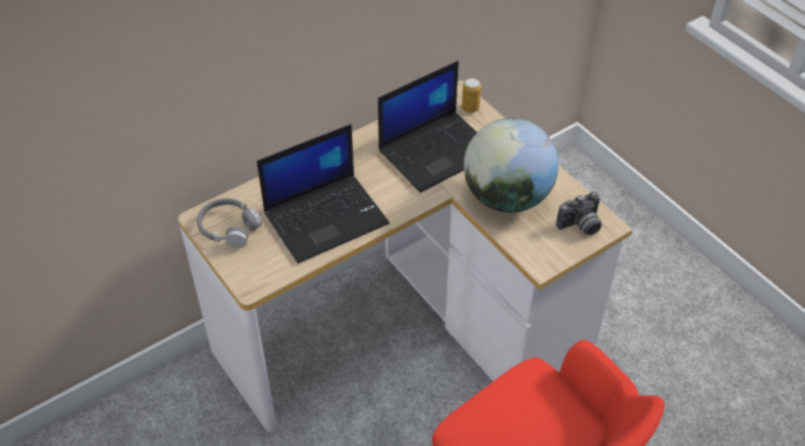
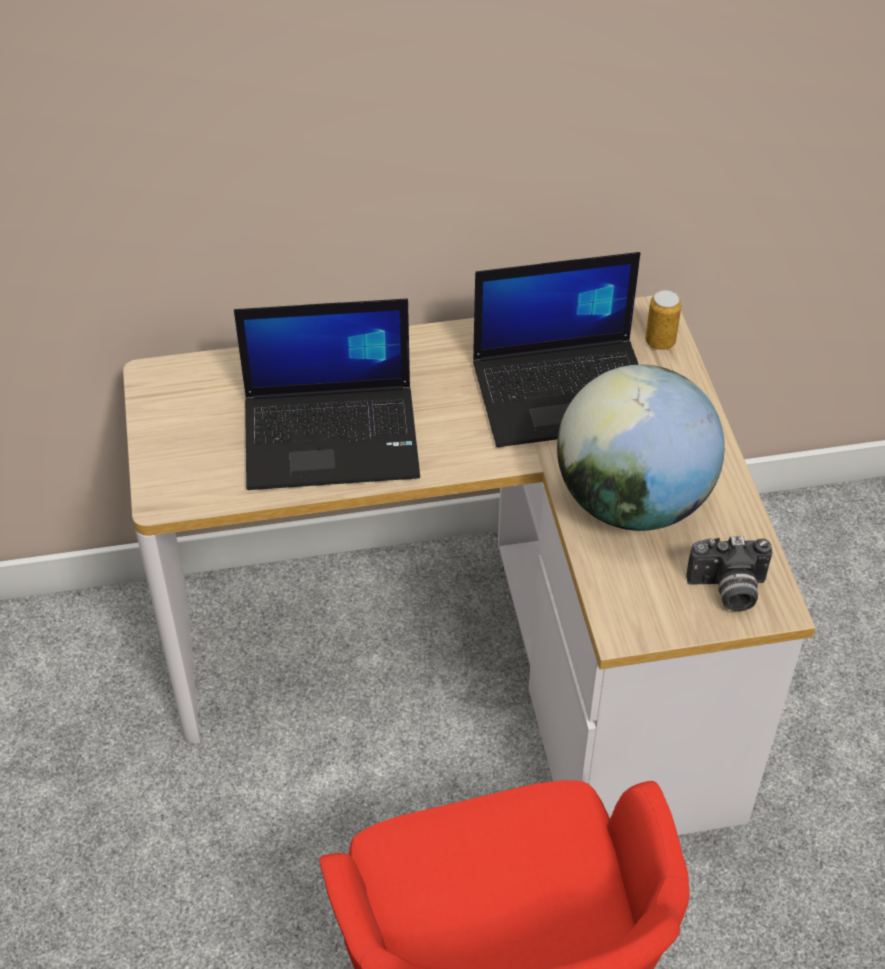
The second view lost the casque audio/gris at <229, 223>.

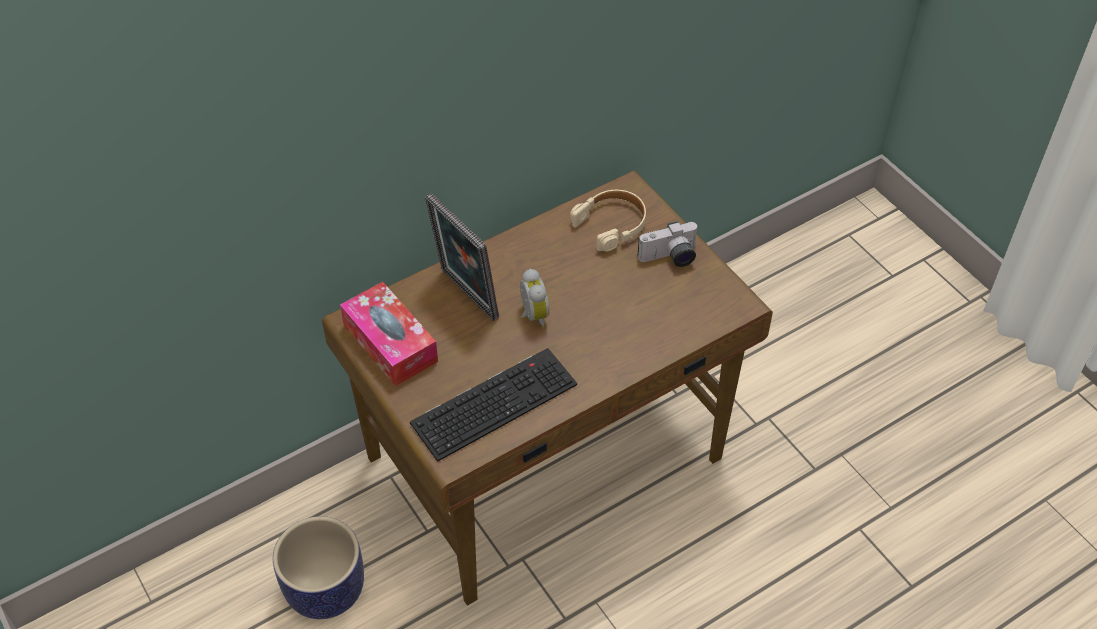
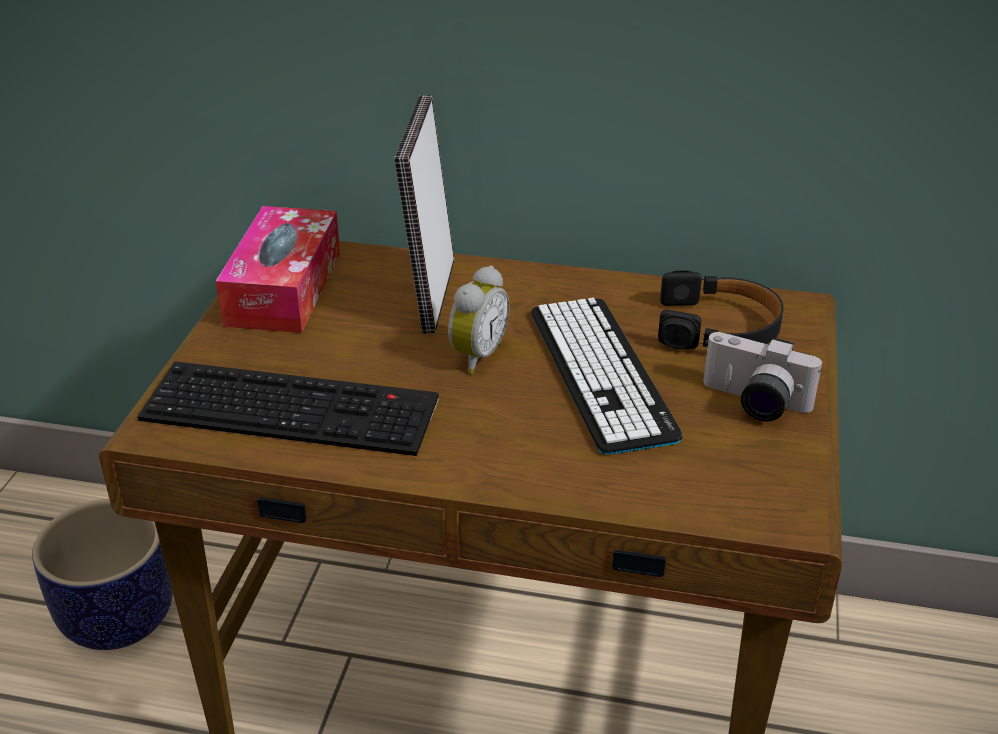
What was the casque audio/beige at <608, 221> turned into the casque audio/noir at <721, 310>.
The second view gained the clavier at <607, 376>.

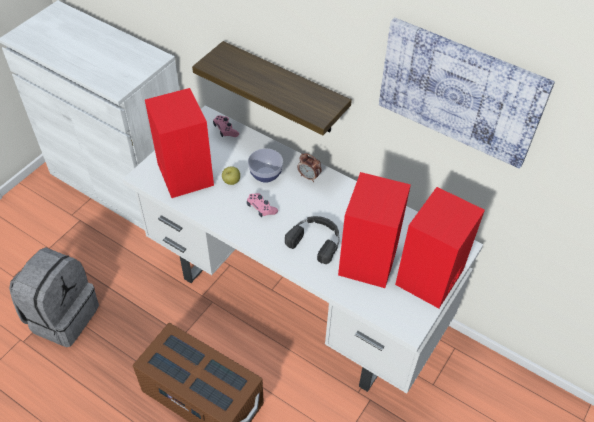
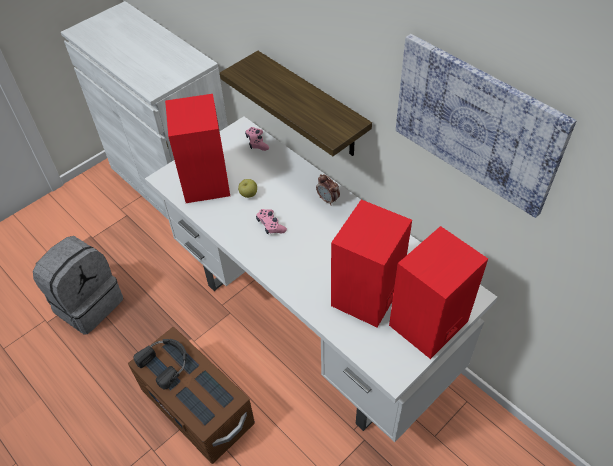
The second view lost the bol at <265, 166>.
The casque audio/noir ended up elsewhere, having gone from <312, 240> to <160, 364>.

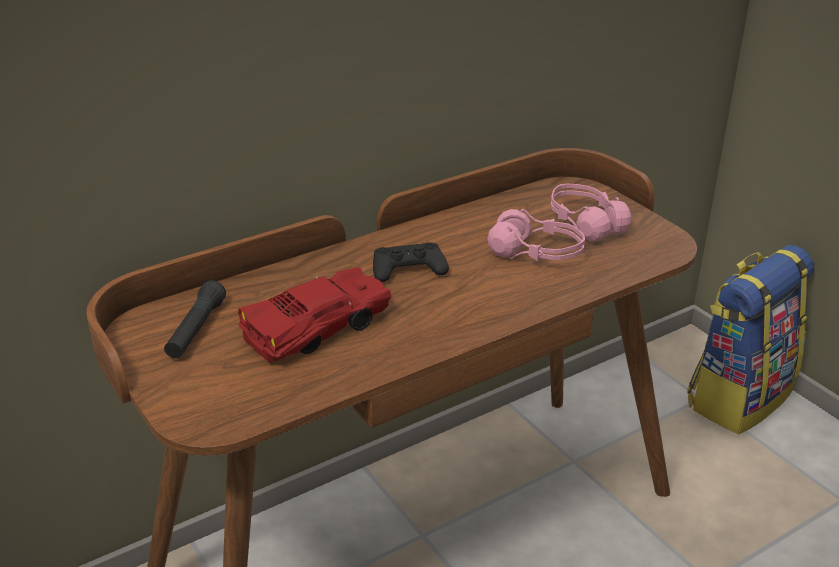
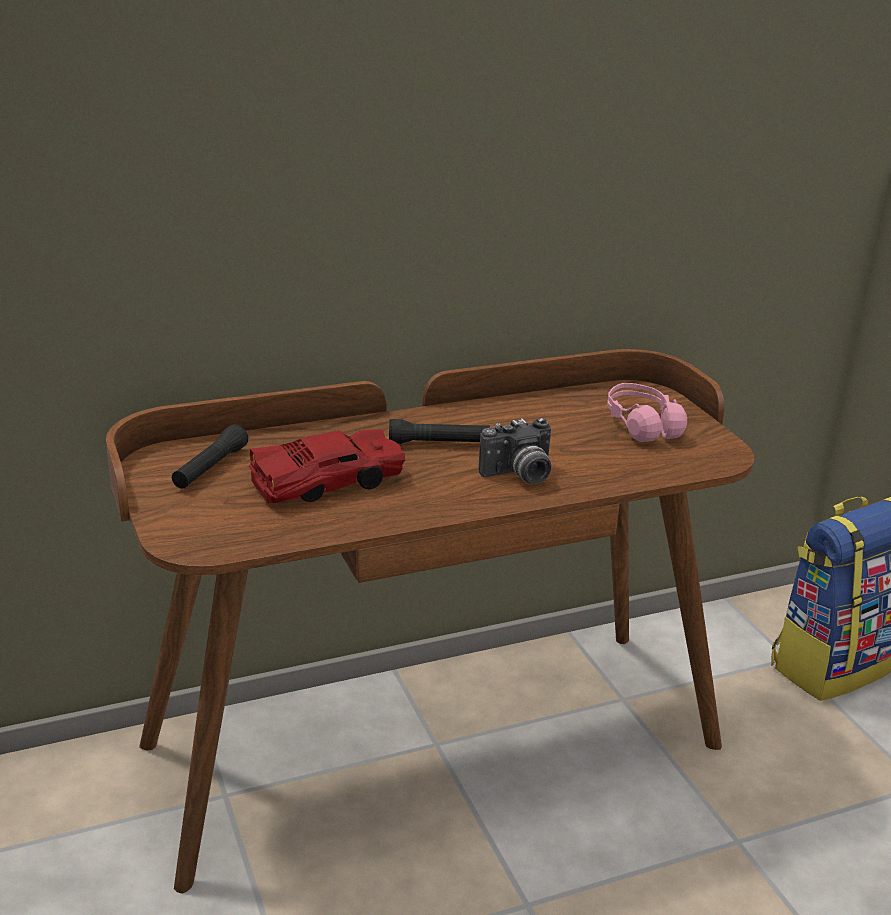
The second view lost the casque audio/rose at <536, 235>.
Where the manette/noir stood at <411, 262>, the lampe de poche/noir came to stand at <439, 431>.
The second view gained the appareil photo at <515, 451>.

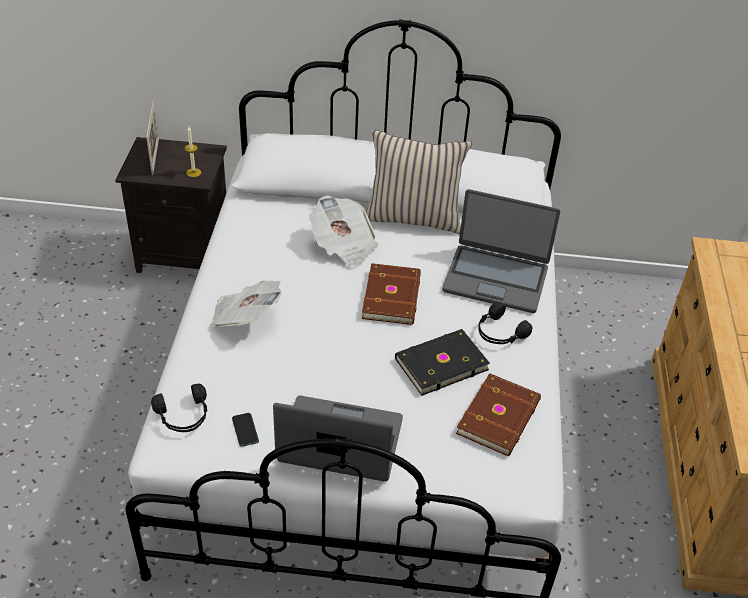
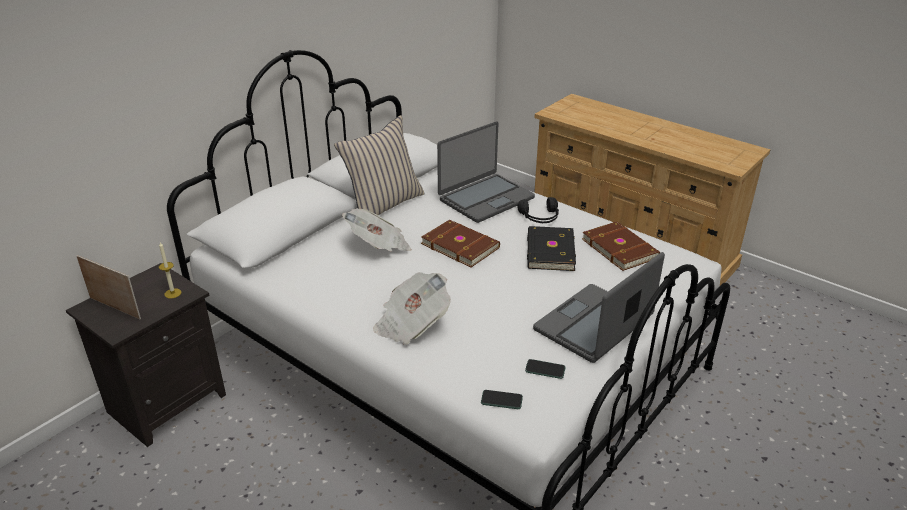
Where the casque audio/noir stood at <179, 408>, the téléphone came to stand at <502, 399>.

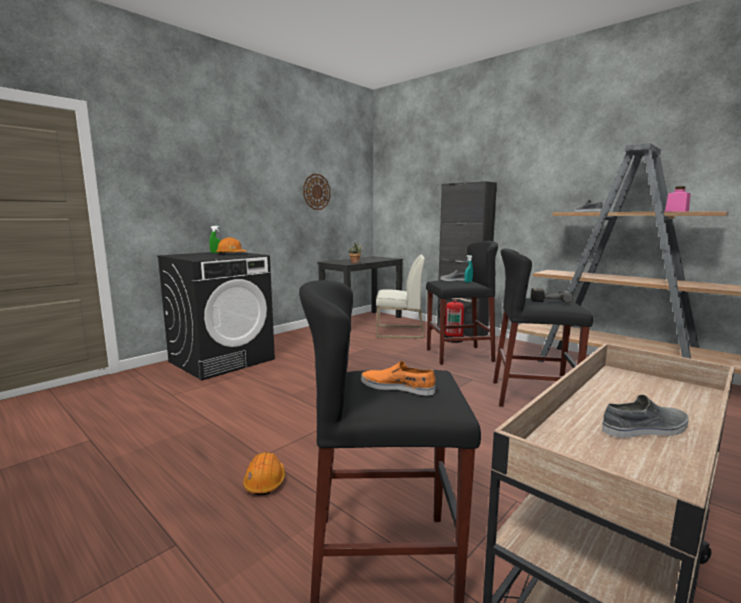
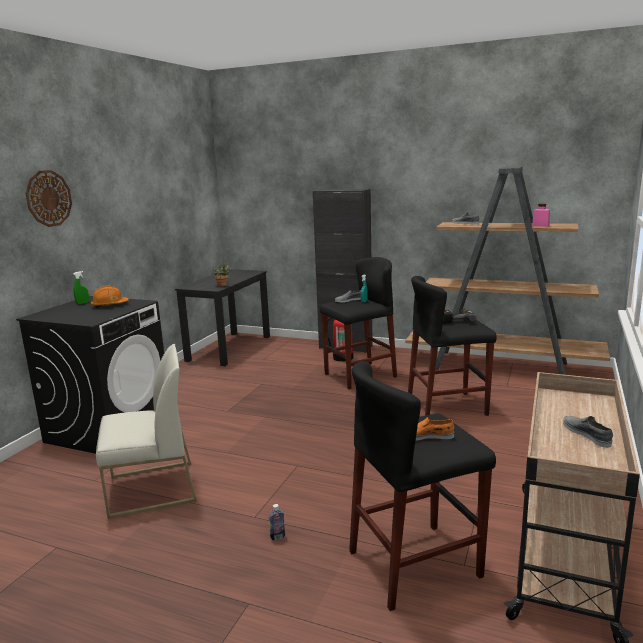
The horloge murale ended up elsewhere, having gone from <317, 192> to <49, 198>.
The chaise/blanc ended up elsewhere, having gone from <400, 296> to <146, 431>.
The chaussure/gris at <645, 416> ended up facing another way, 75 degrees counterclockwise from before.
Where the casque de chantier/orange stood at <264, 473>, the bouteille came to stand at <277, 522>.

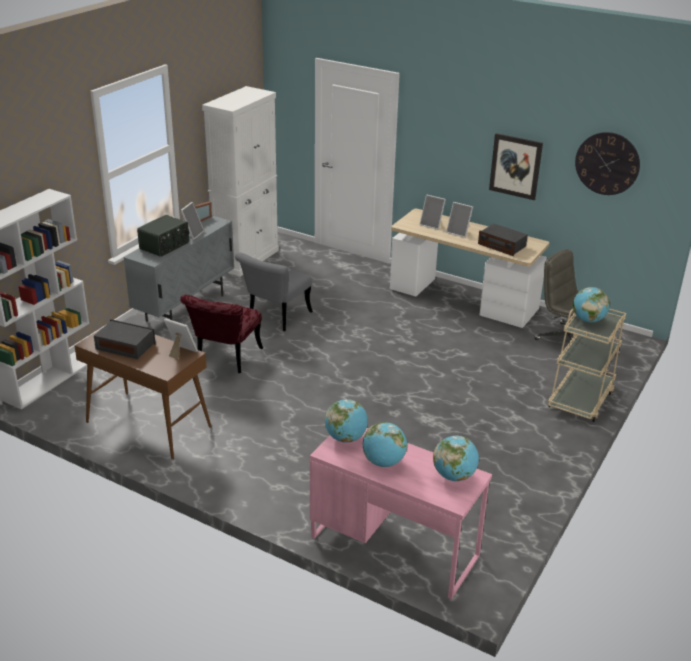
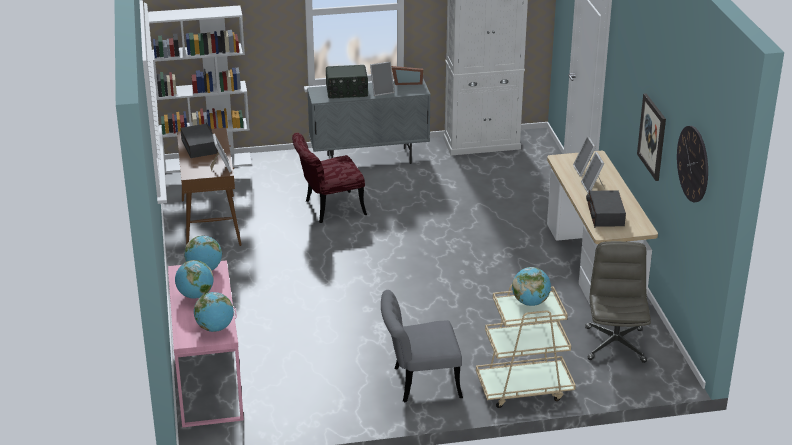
The chaise/gris ended up elsewhere, having gone from <274, 291> to <422, 346>.

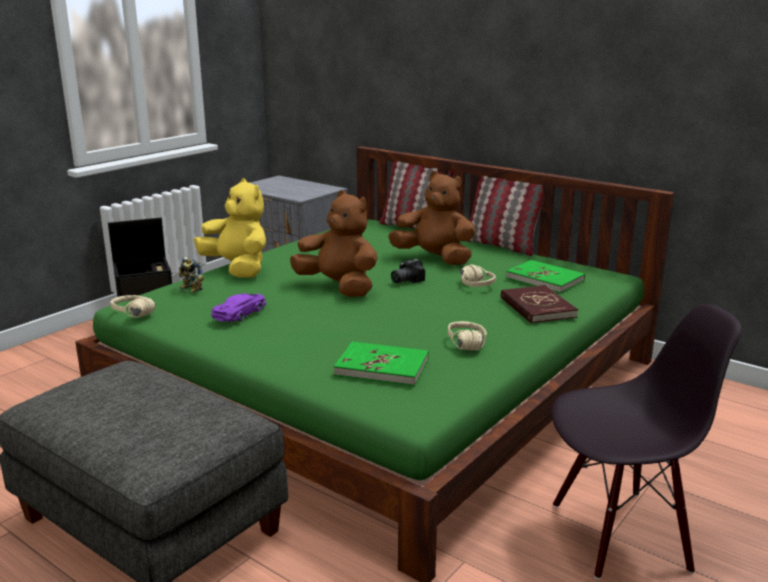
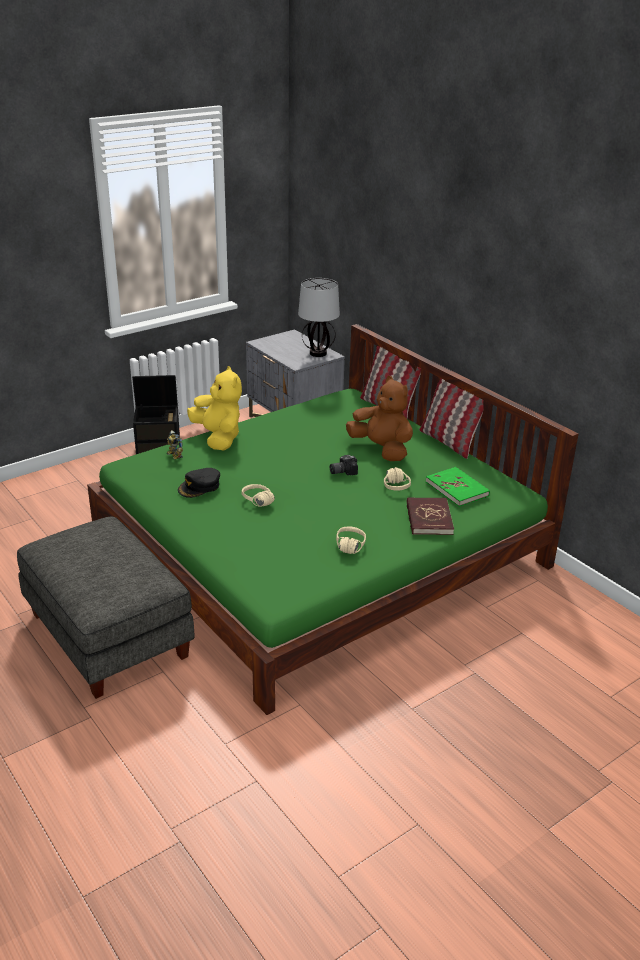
The second view lost the peluche/marron at <334, 243>.
Where the petite voiture/violet stood at <238, 307>, the casquette/noir came to stand at <199, 483>.
The casque audio/beige ended up elsewhere, having gone from <132, 306> to <258, 495>.
The second view lost the chaise/noir at <646, 441>.
The second view lost the livre/vert at <381, 364>.
The second view gained the lampe de table at <319, 317>.

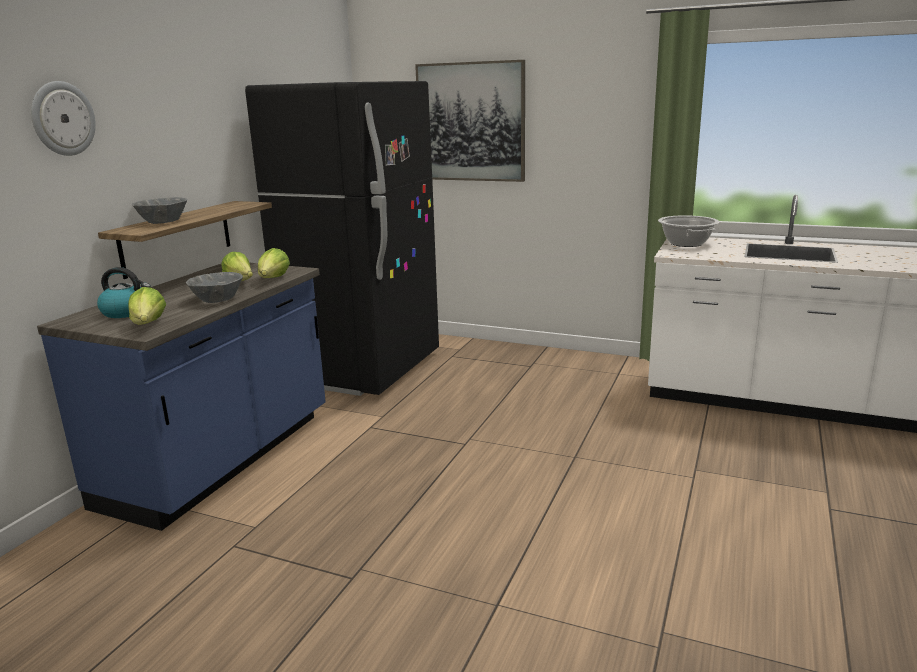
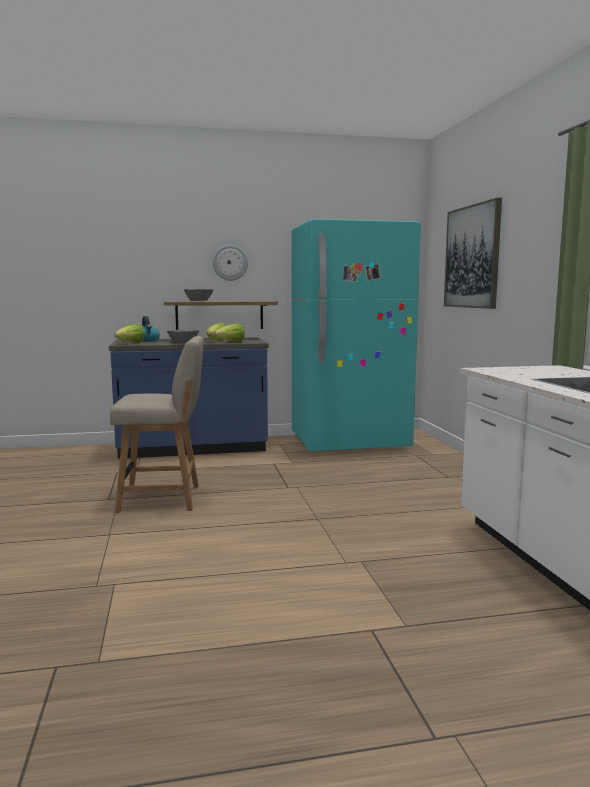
The horloge murale ended up elsewhere, having gone from <63, 118> to <230, 263>.
What was the réfrigérateur/noir at <342, 238> turned into the réfrigérateur/turquoise at <356, 335>.
The second view lost the marmite at <688, 231>.
The second view gained the chaise/beige at <157, 424>.

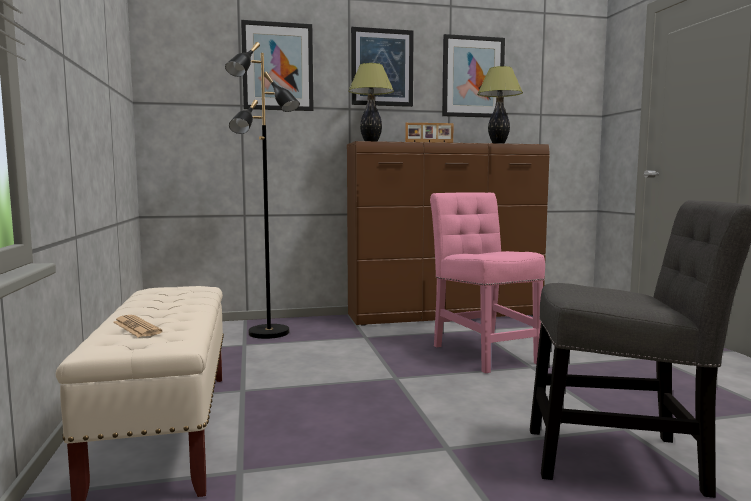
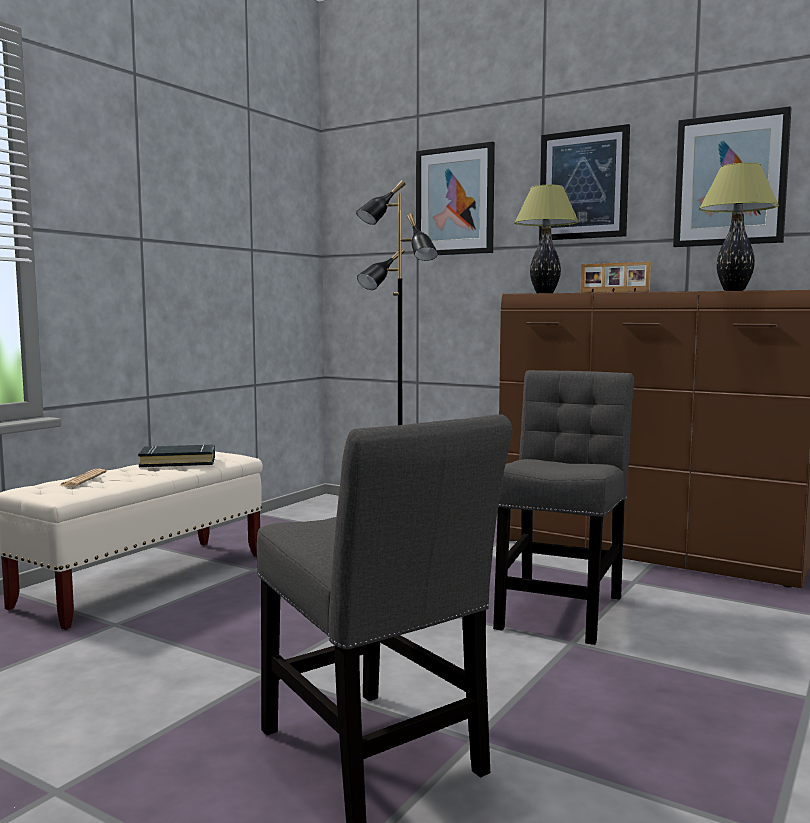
What was the chaise/rose at <487, 282> turned into the chaise/gris at <563, 507>.
The second view gained the livre/noir at <176, 455>.

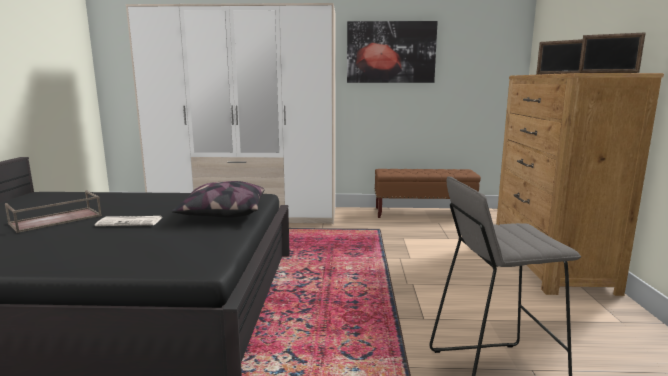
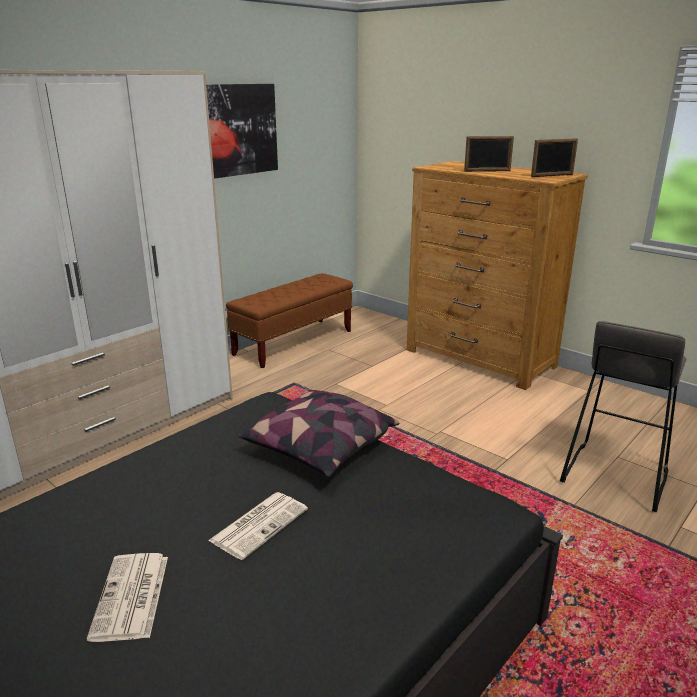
Where the plateau/marron stood at <53, 211>, the journal came to stand at <127, 597>.

